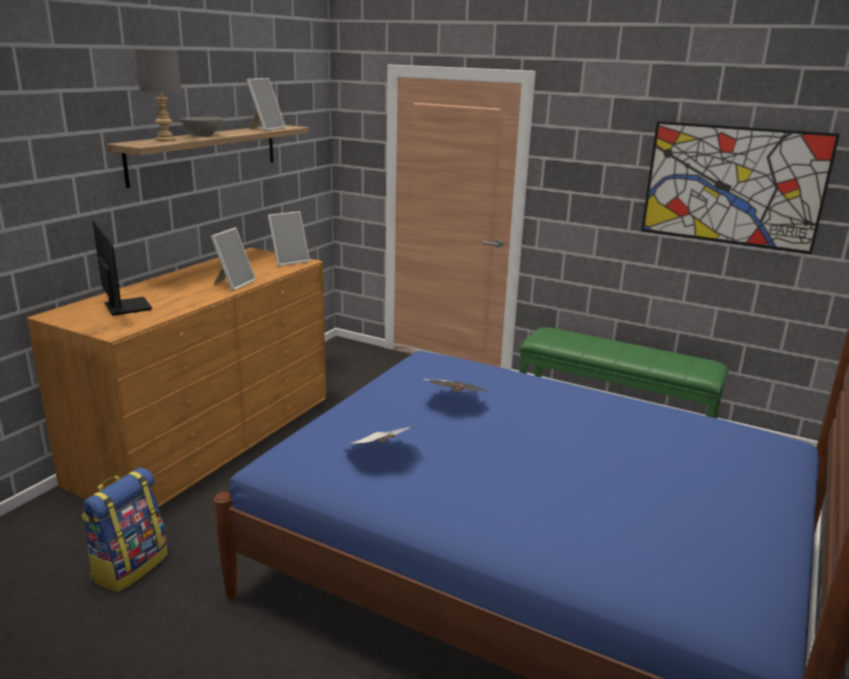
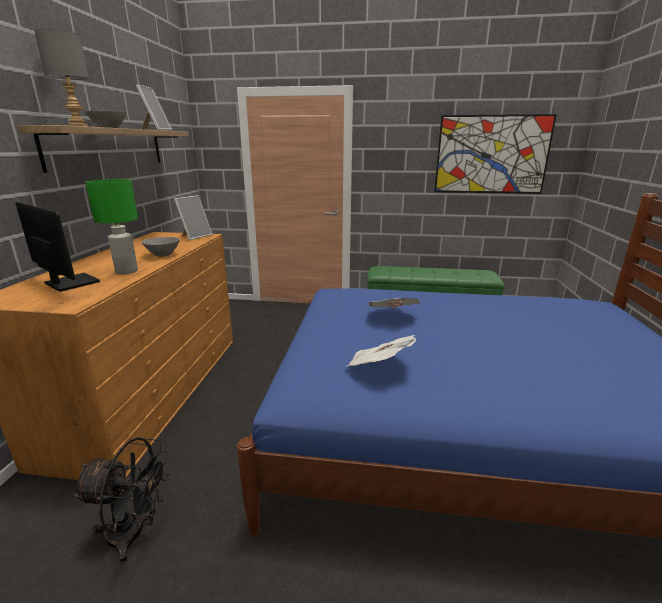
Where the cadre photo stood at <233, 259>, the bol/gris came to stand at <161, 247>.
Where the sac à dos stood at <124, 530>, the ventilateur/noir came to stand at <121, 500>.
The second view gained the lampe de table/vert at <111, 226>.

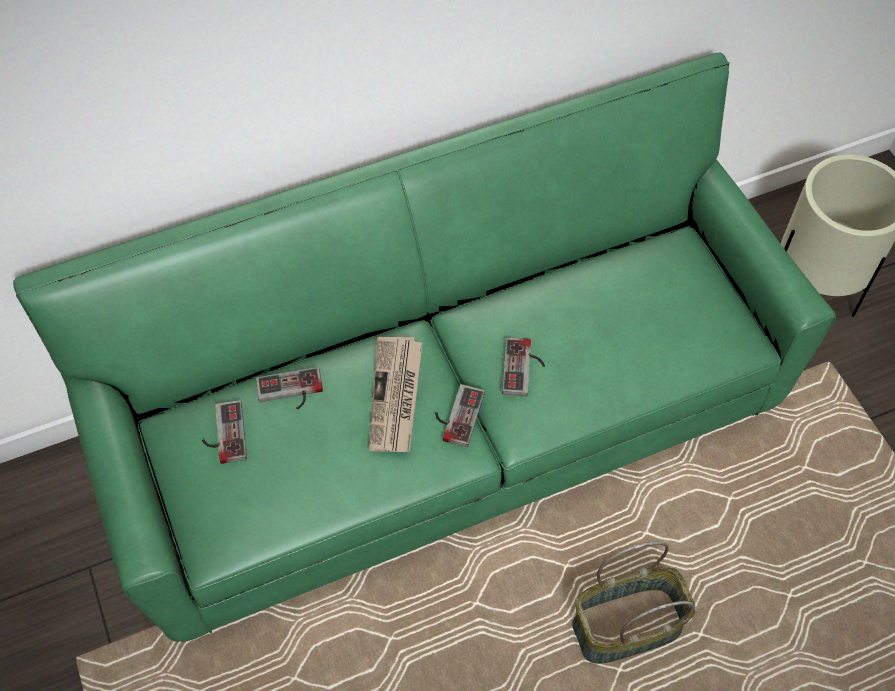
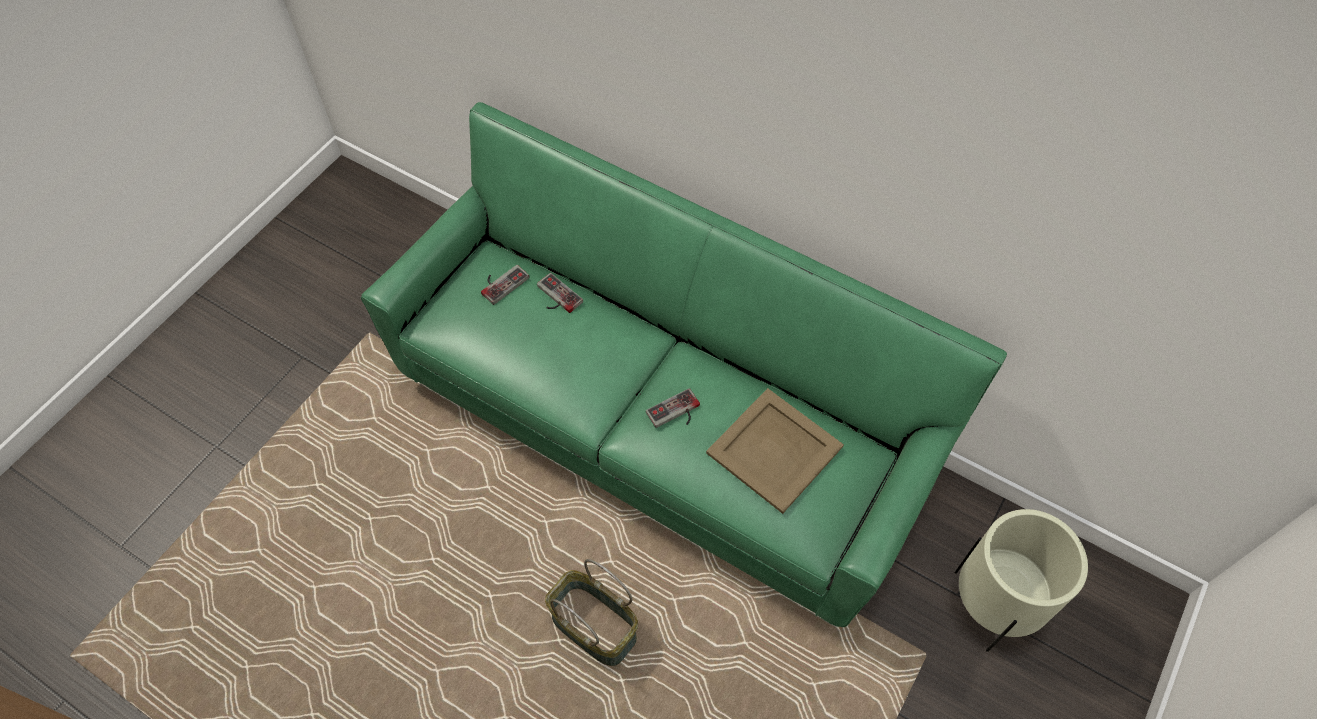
The second view lost the journal at <395, 394>.
The second view lost the manette at <460, 415>.
The second view gained the plateau/beige at <775, 451>.

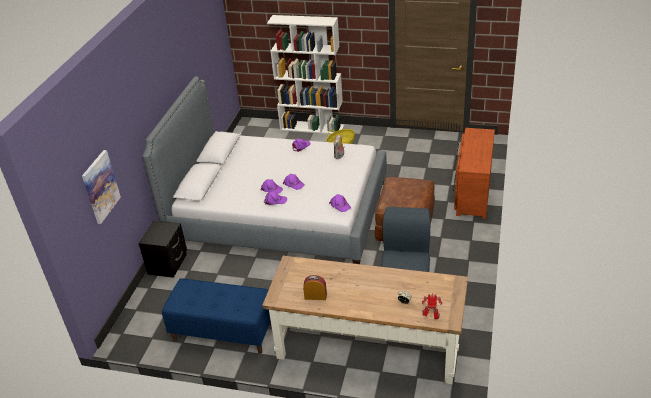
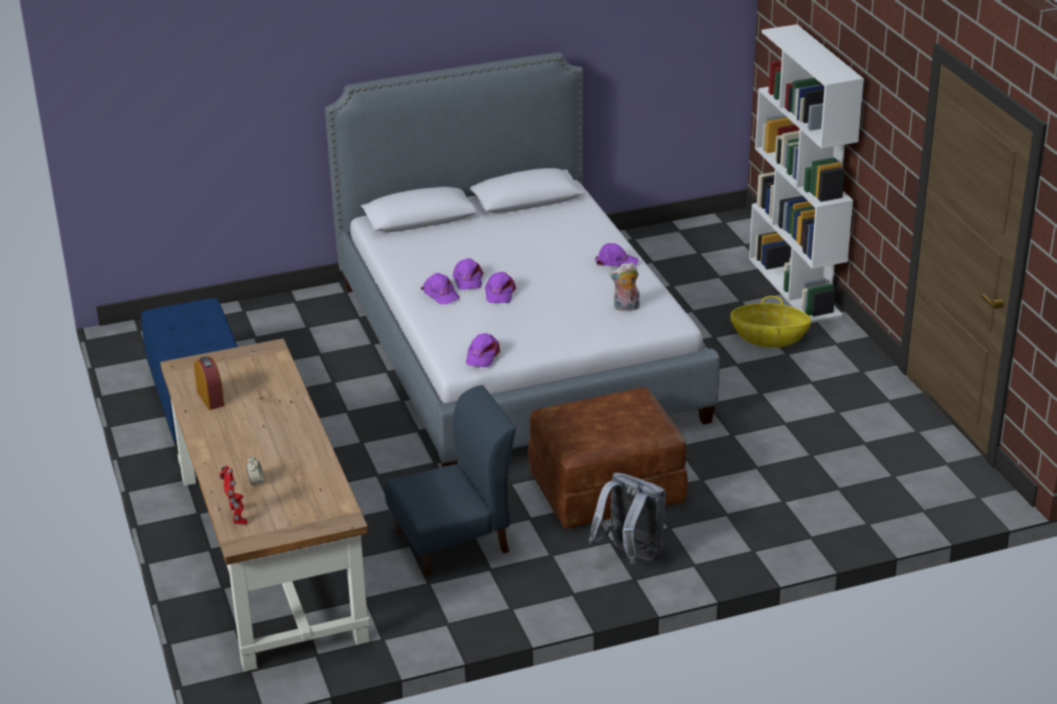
The second view lost the commode/marron at <474, 173>.
The second view lost the tableau at <101, 187>.
The second view lost the table de chevet/noir at <163, 249>.
The second view gained the sac à dos/gris at <627, 518>.

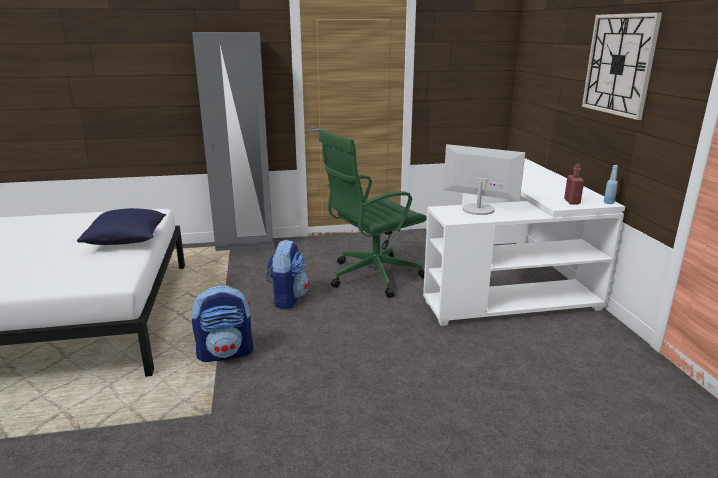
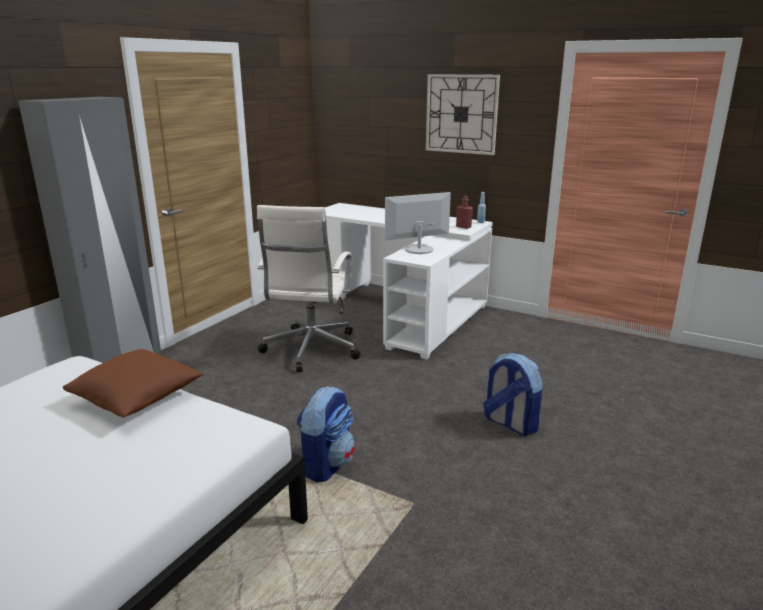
What was the chaise de bureau/vert at <373, 213> turned into the chaise de bureau/blanc at <309, 288>.
What was the coussin/bleu at <121, 226> turned into the coussin/marron at <133, 383>.
The sac à dos ended up elsewhere, having gone from <288, 274> to <512, 394>.

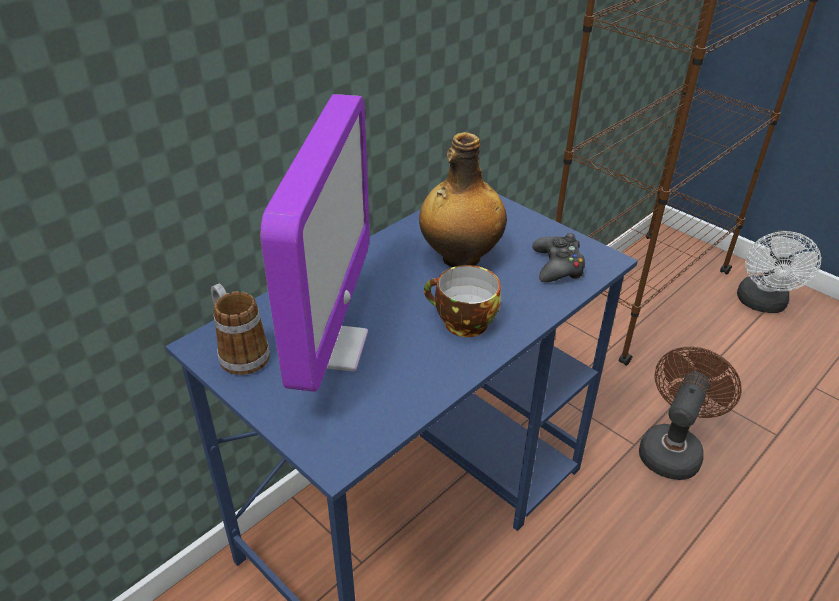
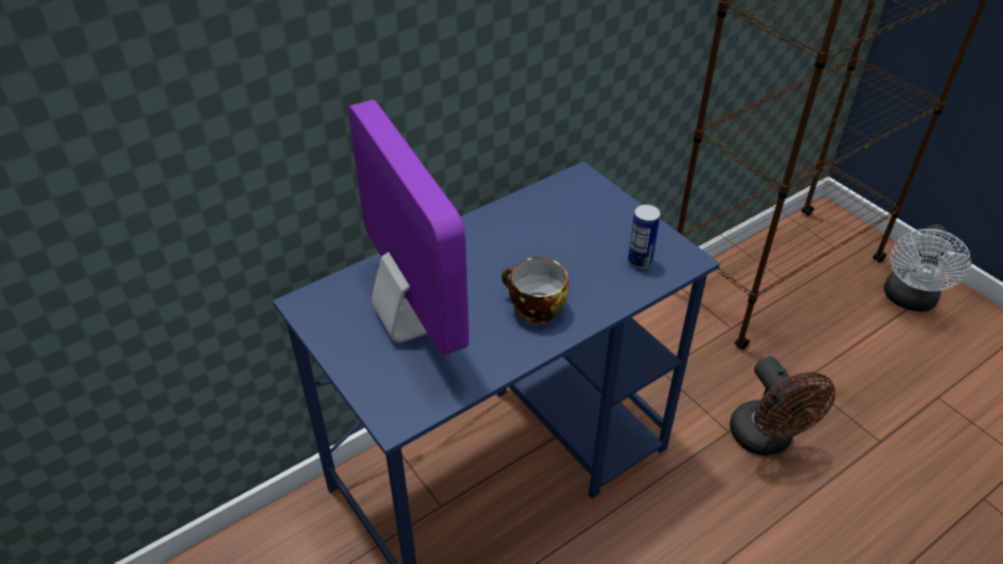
The écran d'ordinateur at <315, 243> ended up facing another way, 45 degrees counterclockwise from before.
The second view lost the bouteille at <463, 199>.
Where the manette/noir stood at <558, 257>, the boîte métallique came to stand at <644, 236>.
The second view lost the mug at <240, 329>.
The ventilateur/marron at <690, 413> ended up facing another way, 120 degrees clockwise from before.

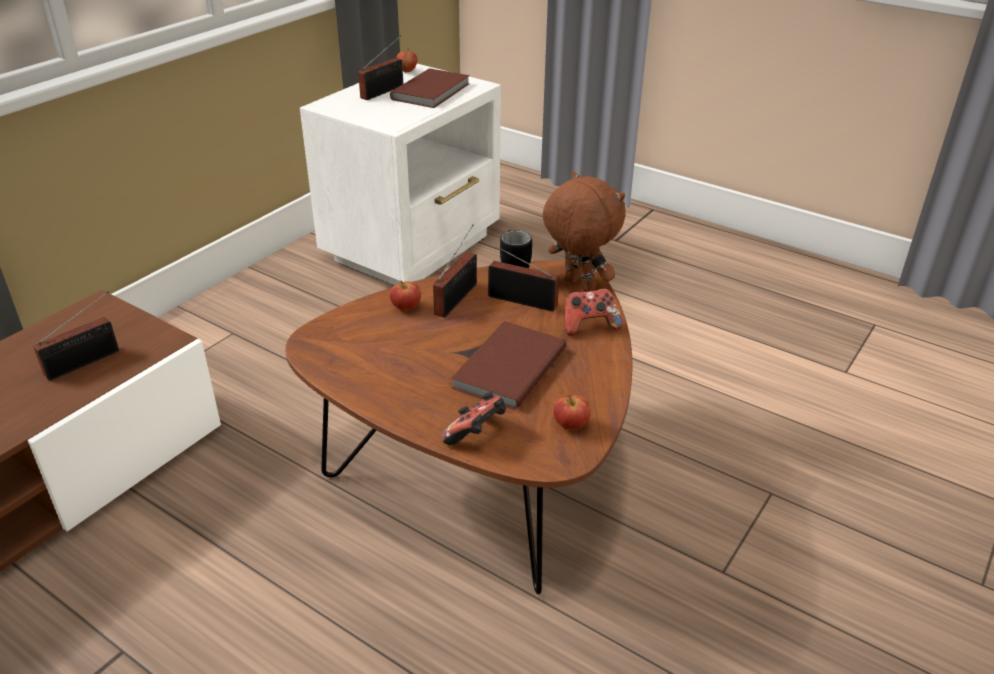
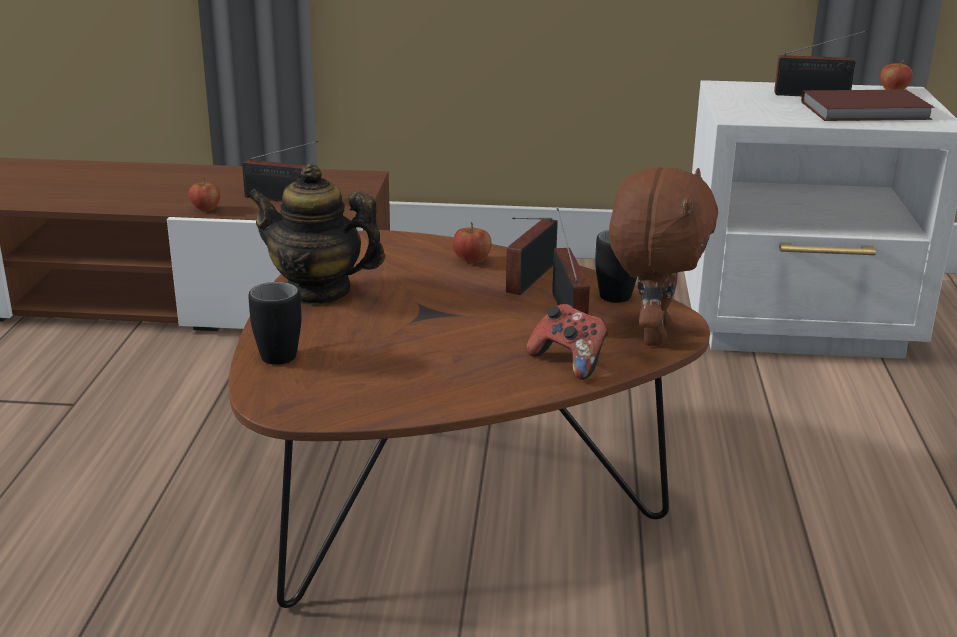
The radio at <455, 271> ended up facing another way, 120 degrees clockwise from before.
The second view lost the livre/marron at <508, 365>.
Where the manette stood at <474, 418>, the mug/noir came to stand at <275, 323>.
The pomme ended up elsewhere, having gone from <572, 412> to <204, 195>.
The second view gained the théière at <316, 234>.

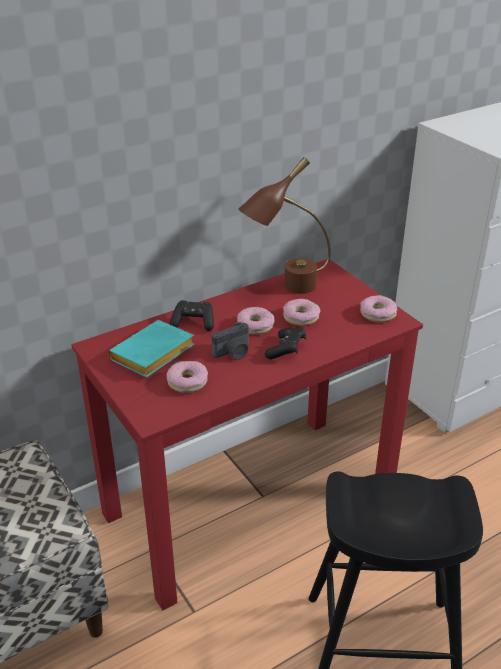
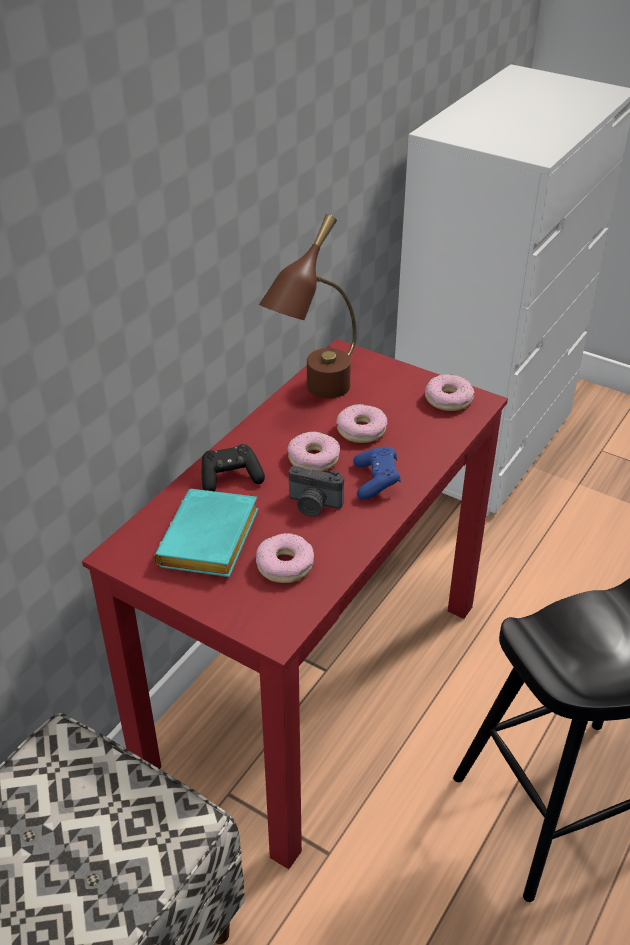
The appareil photo at <230, 341> ended up facing another way, 75 degrees clockwise from before.
What was the manette/noir at <285, 343> turned into the manette/bleu at <377, 473>.

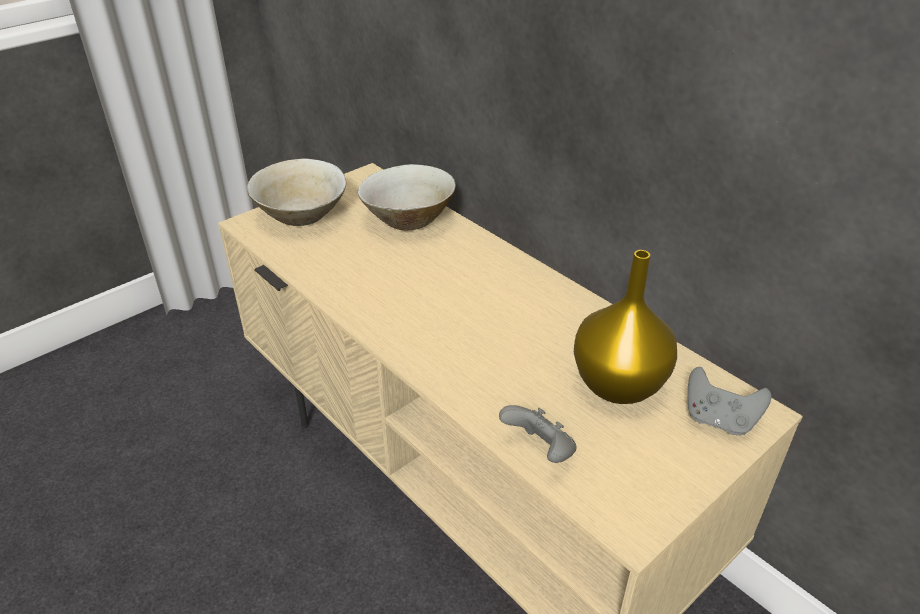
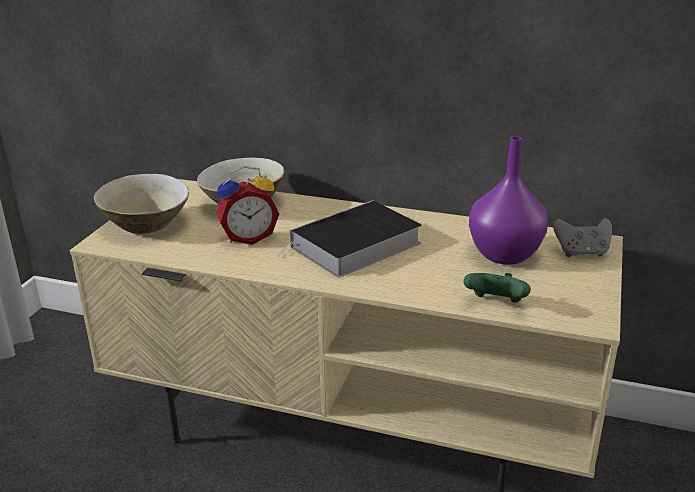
What was the vase/jaune at <625, 327> turned into the vase/violet at <508, 200>.
What was the manette/gris at <538, 434> turned into the manette/vert at <497, 288>.
The second view gained the réveil at <247, 205>.
The second view gained the livre at <349, 238>.

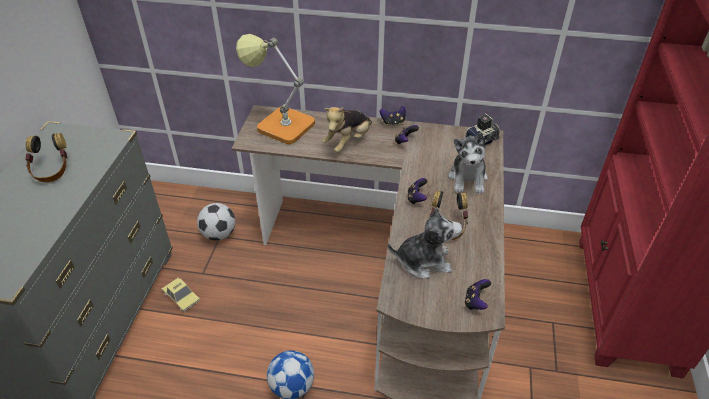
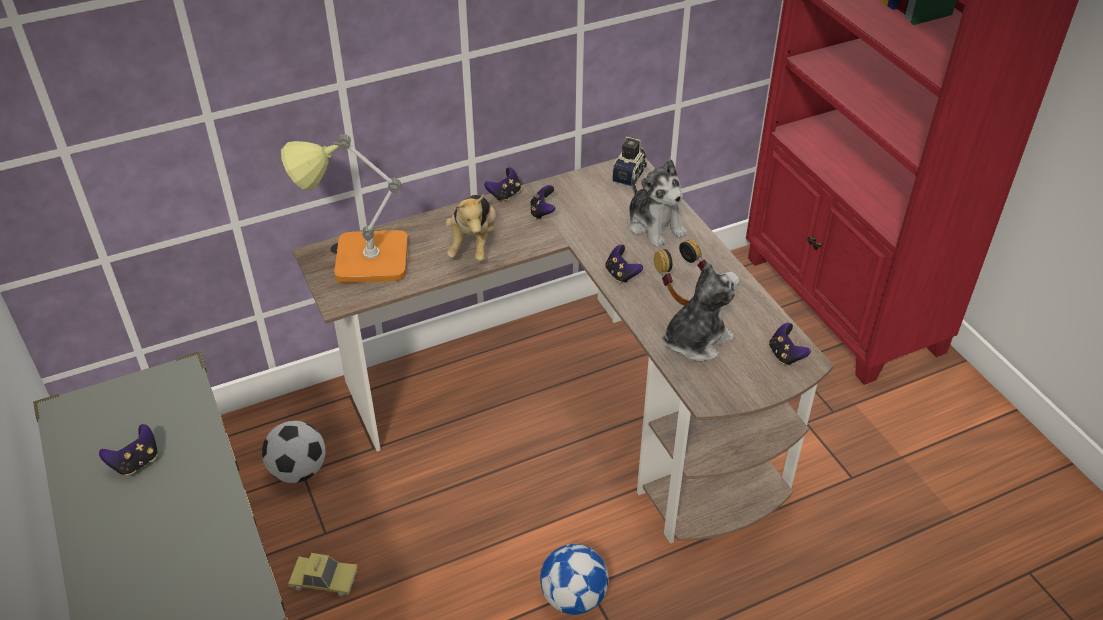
Where the casque audio stood at <46, 157>, the manette came to stand at <128, 450>.

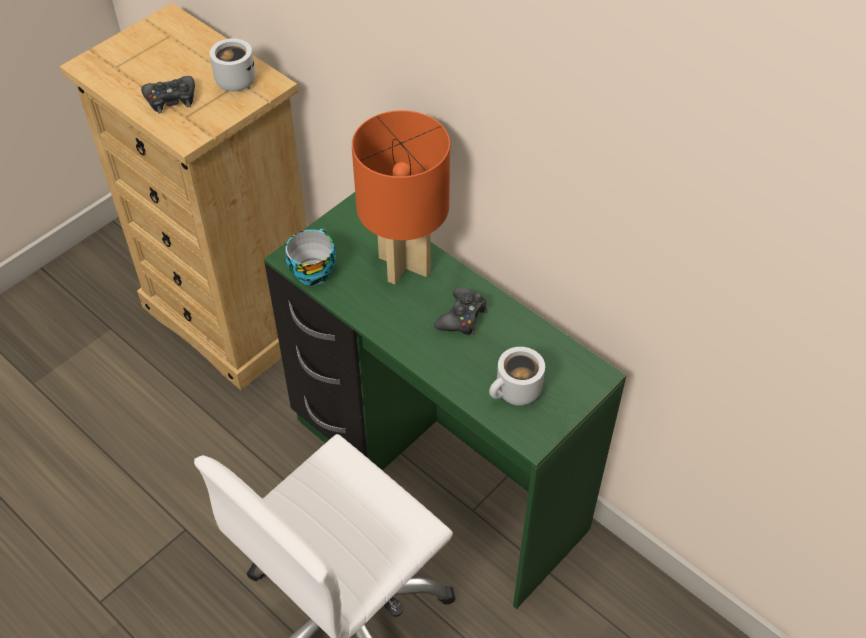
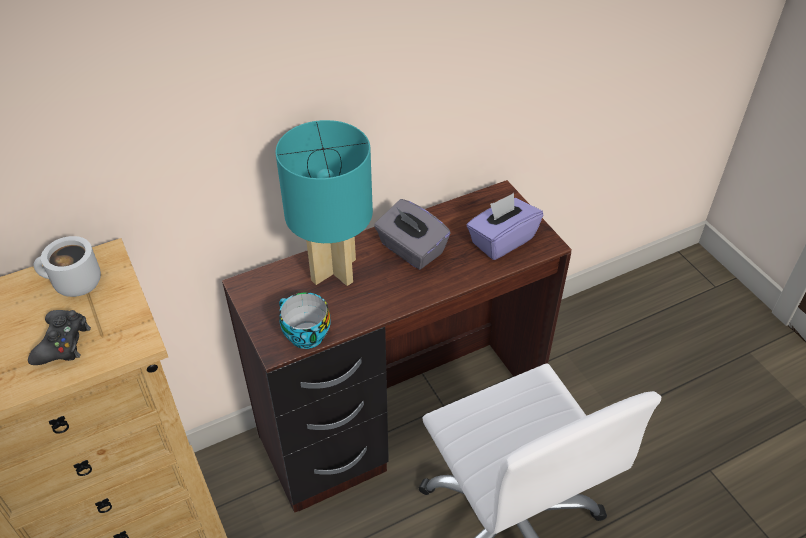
What was the lampe de table/orange at <401, 197> turned into the lampe de table/turquoise at <324, 203>.
What was the bureau/vert at <445, 400> turned into the bureau/marron at <397, 346>.
Where the manette/noir stood at <460, 311>, the boîte à mouchoirs/gris came to stand at <412, 234>.
Where the mug/blanc stood at <517, 376>, the boîte à mouchoirs/violet came to stand at <505, 226>.

